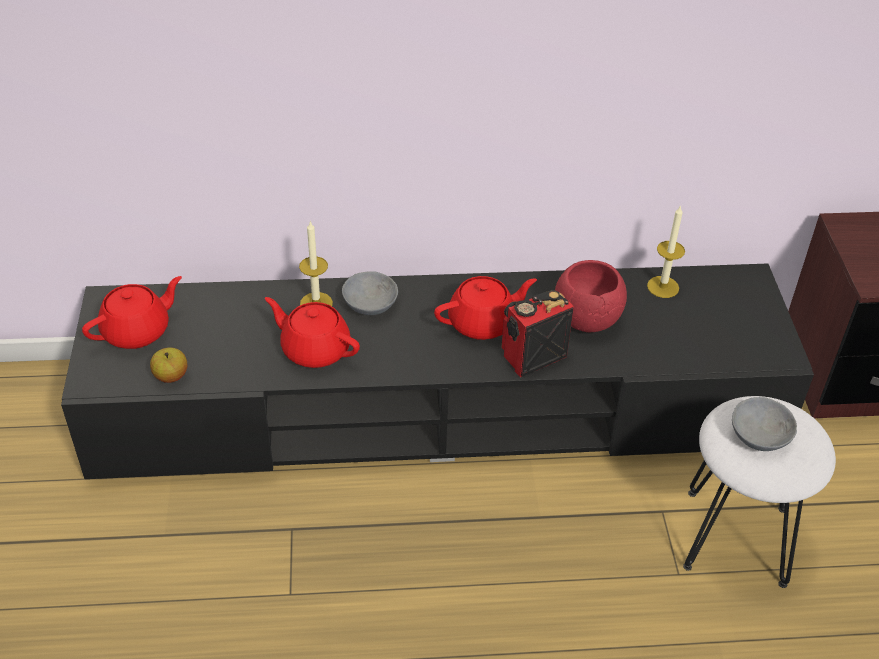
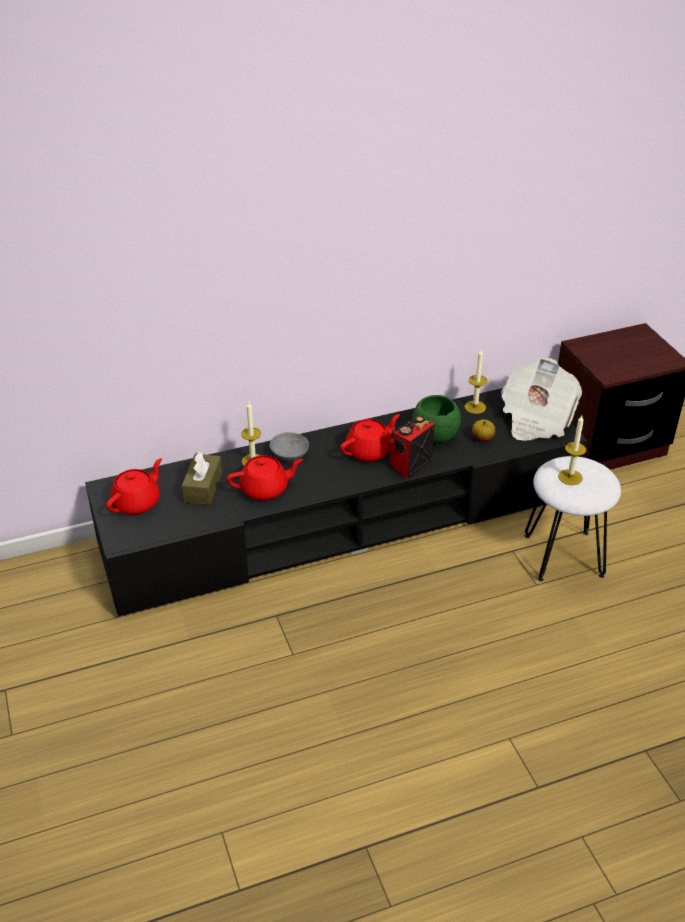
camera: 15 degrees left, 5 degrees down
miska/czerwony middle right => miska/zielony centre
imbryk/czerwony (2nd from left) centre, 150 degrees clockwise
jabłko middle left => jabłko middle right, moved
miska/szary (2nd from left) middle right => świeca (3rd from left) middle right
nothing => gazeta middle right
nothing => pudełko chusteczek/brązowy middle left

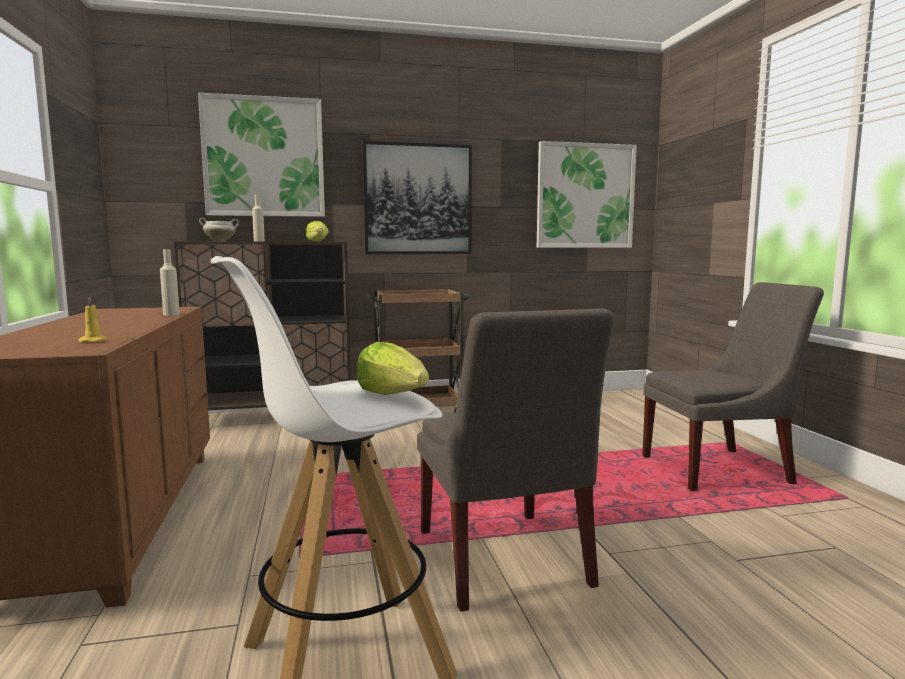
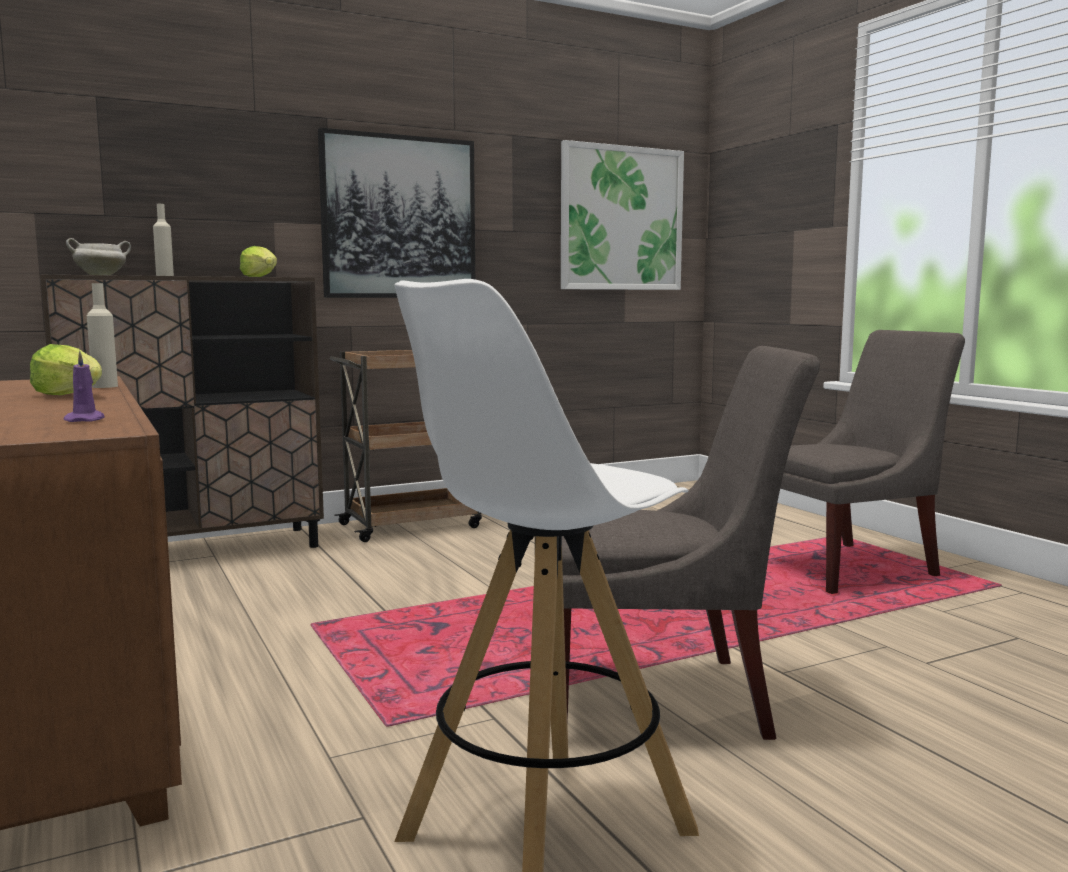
camera: 15 degrees left, 0 degrees up
obraz (1st from left) top left => nothing
świeca/żółty middle left => świeca/fioletowy middle left
krzesło/szary (1st from left) bottom centre => krzesło/szary (1st from left) centre, 60 degrees counterclockwise
sałata (2nd from left in the first image) centre => sałata (1st from left) middle left, moved

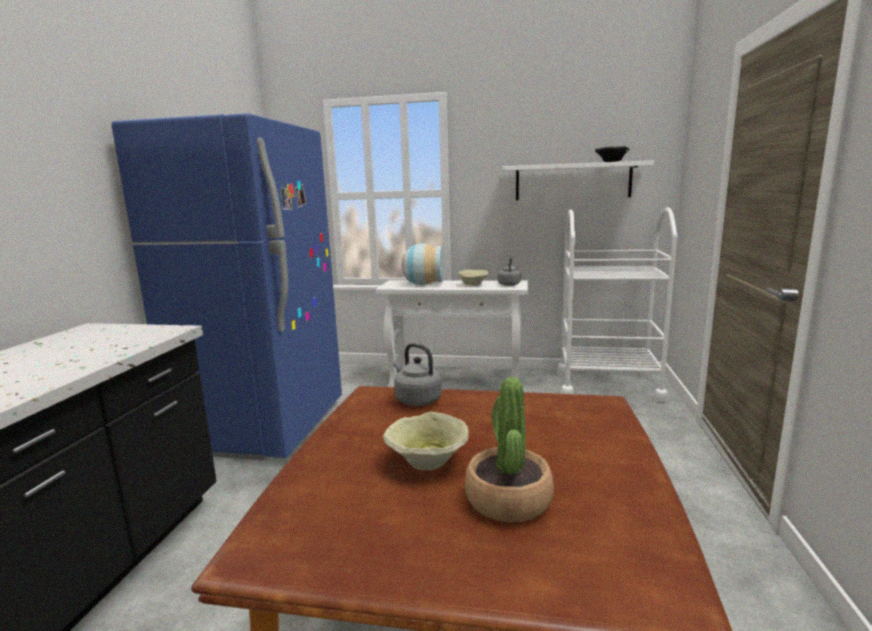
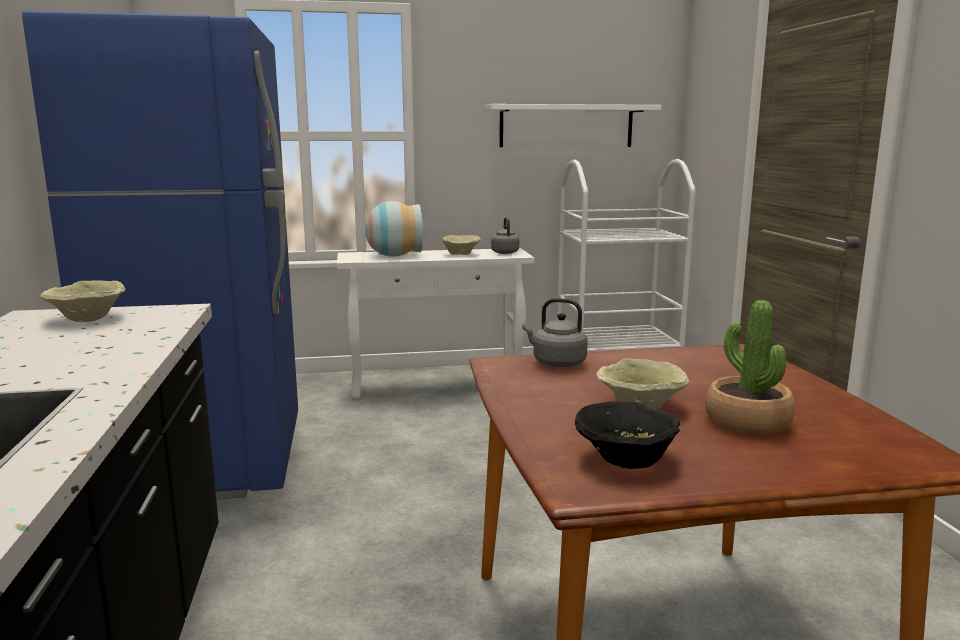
camera: 20 degrees left, 0 degrees up
miska/czarny top right => miska/czarny bottom centre, moved
nothing => miska/beżowy (1st from left) middle left

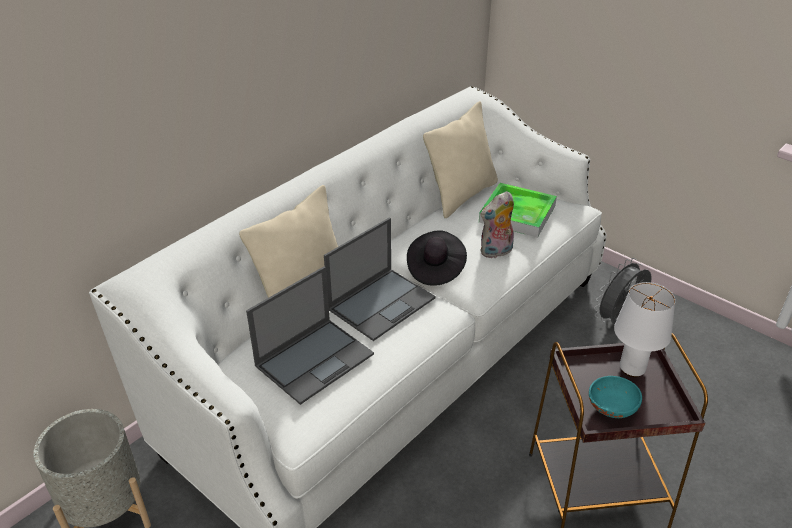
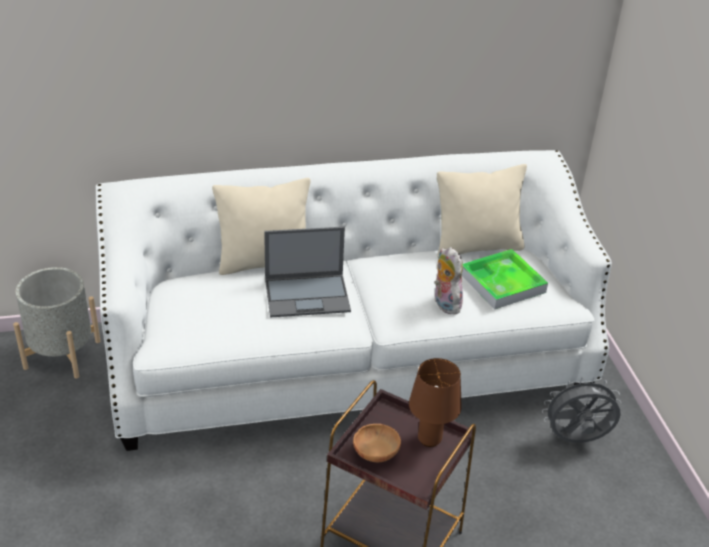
camera: 35 degrees right, 0 degrees up
pluszak centre, 60 degrees clockwise
kapelusz/czarny centre => nothing
laptop (1st from left) centre => nothing
lampa stołowa/biały middle right => lampa stołowa/brązowy bottom centre
miska/turkusowy bottom right => miska/brązowy bottom centre

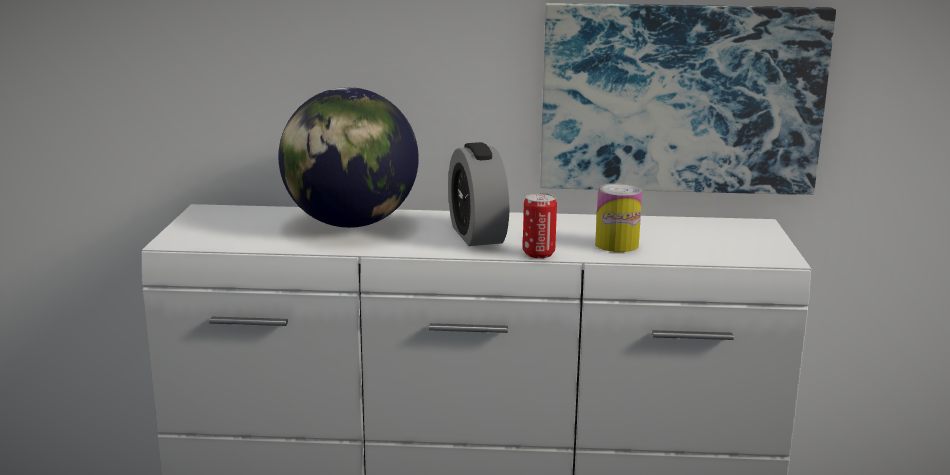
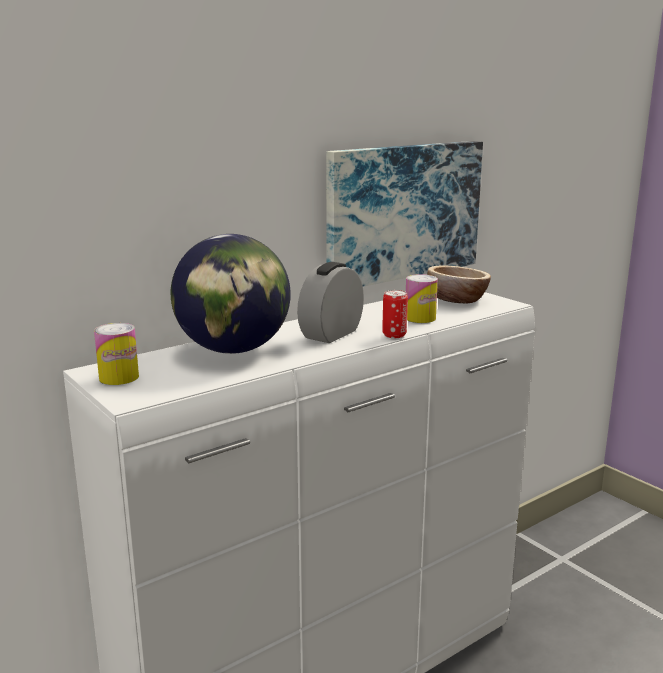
camera: 40 degrees left, 0 degrees up
budzik centre, 90 degrees clockwise
nothing => miska middle right
nothing => puszka (1st from left) middle left

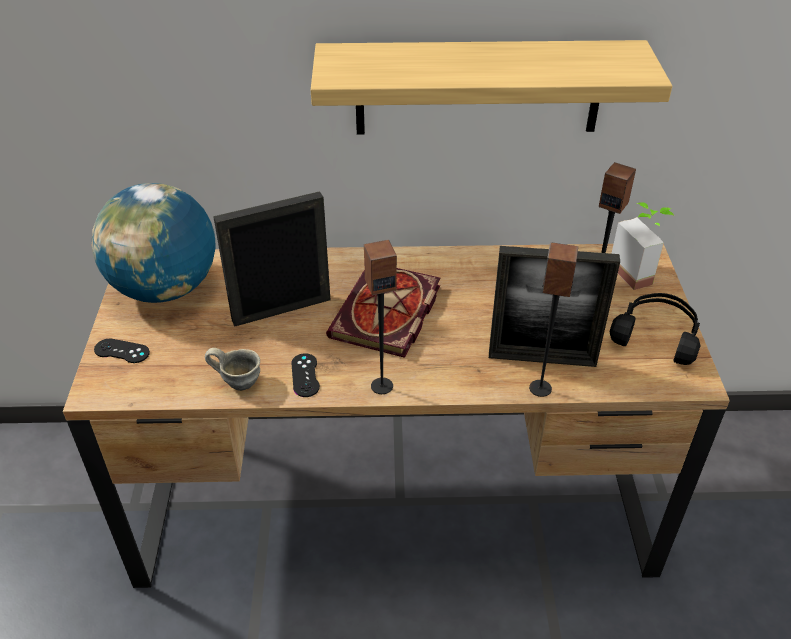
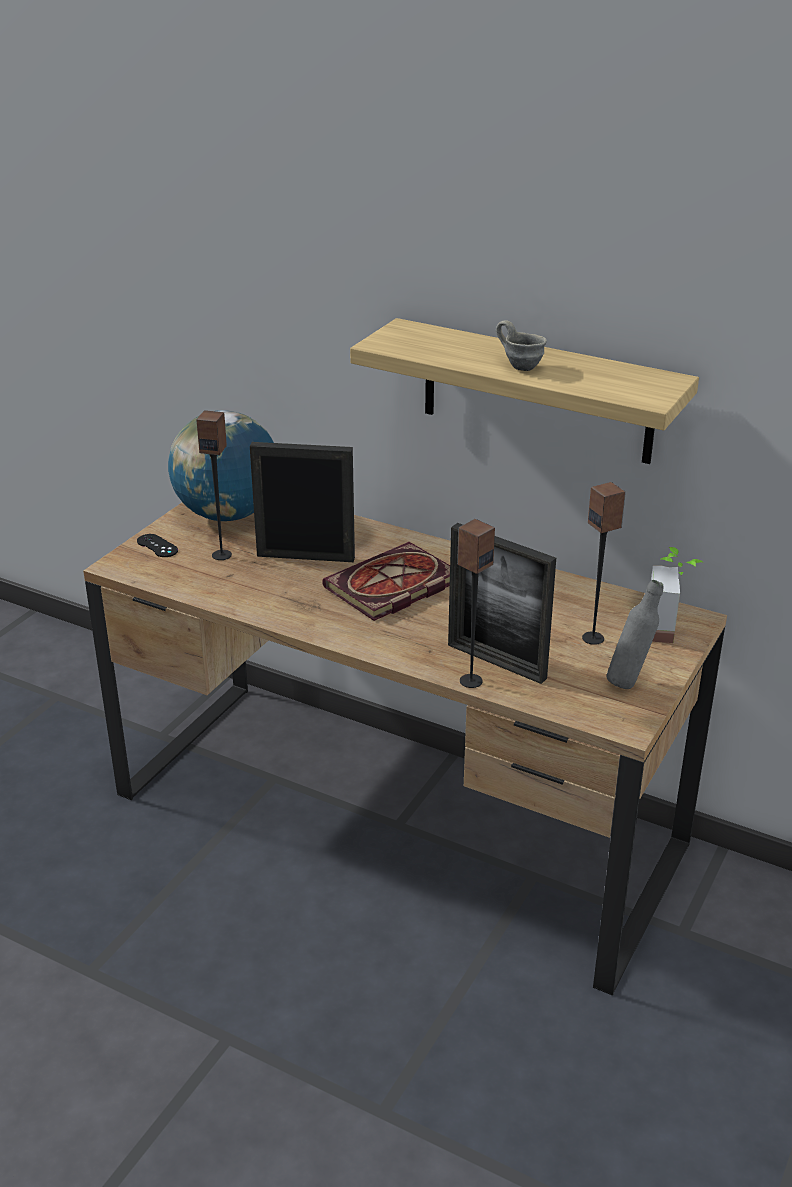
camera: 30 degrees right, 10 degrees down
głośnik (1st from left) centre => głośnik (1st from left) middle left, moved
słuchawki/czarny middle right => butelka/szary middle right
kubek/szary middle left => kubek/szary top centre, moved
pad do gier/czarny (2nd from left) centre => nothing

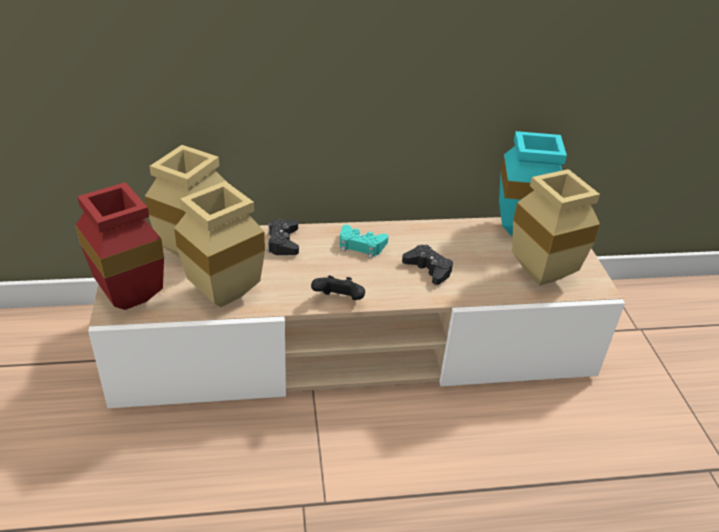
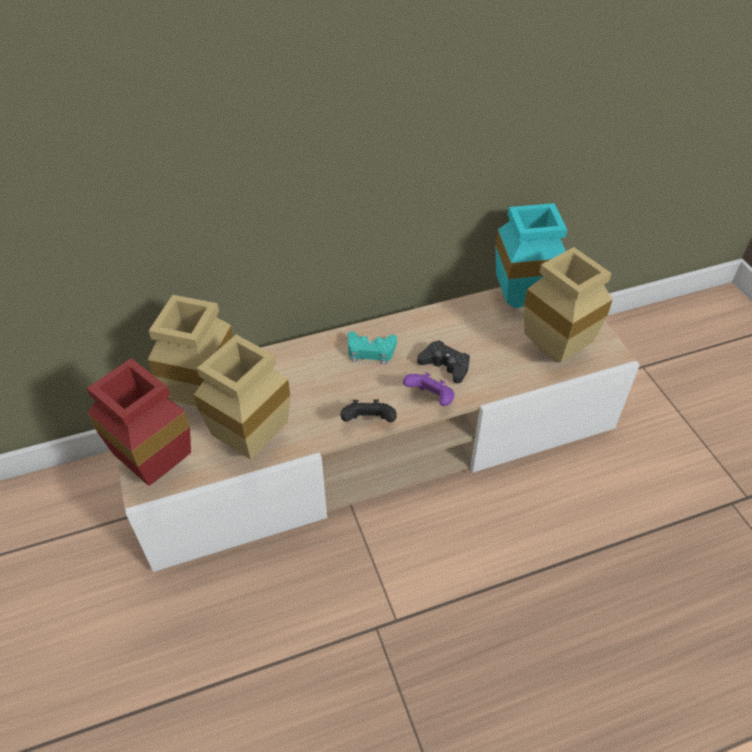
camera: 10 degrees left, 10 degrees up
pad do gier/czarny (1st from left) centre => nothing
nothing => pad do gier/fioletowy centre

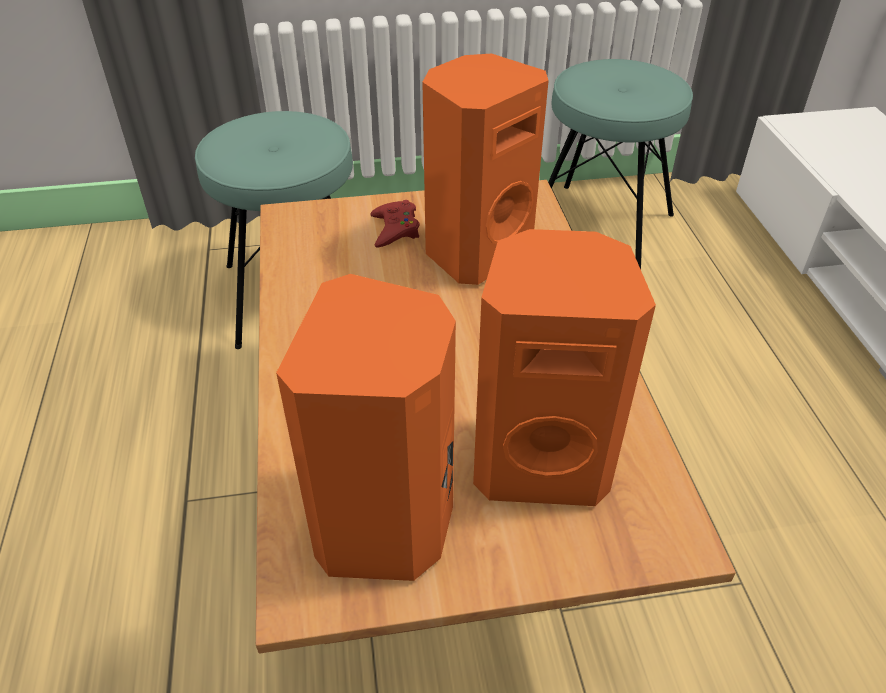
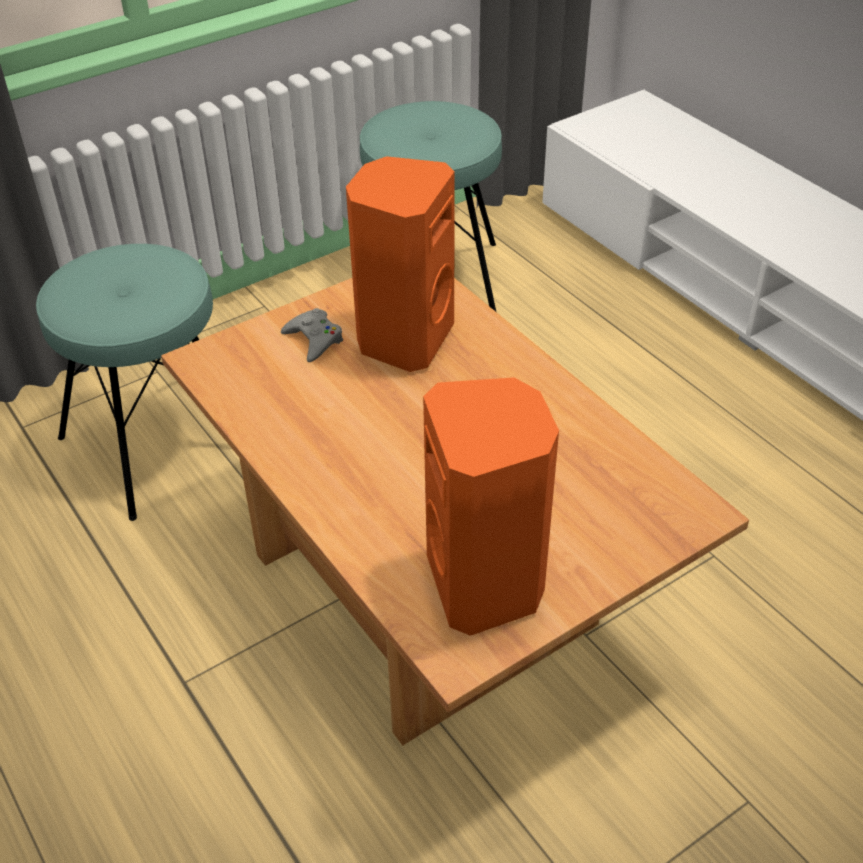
camera: 25 degrees left, 0 degrees up
pad do gier/czerwony top centre => pad do gier/szary centre
głośnik/pomarańczowy (3rd from left) centre => nothing

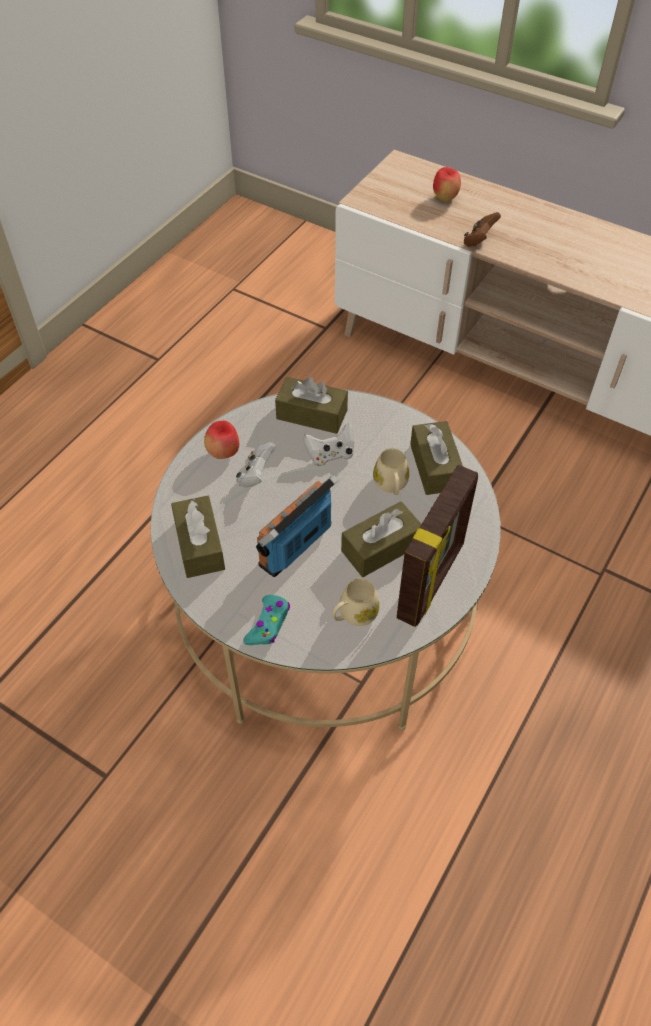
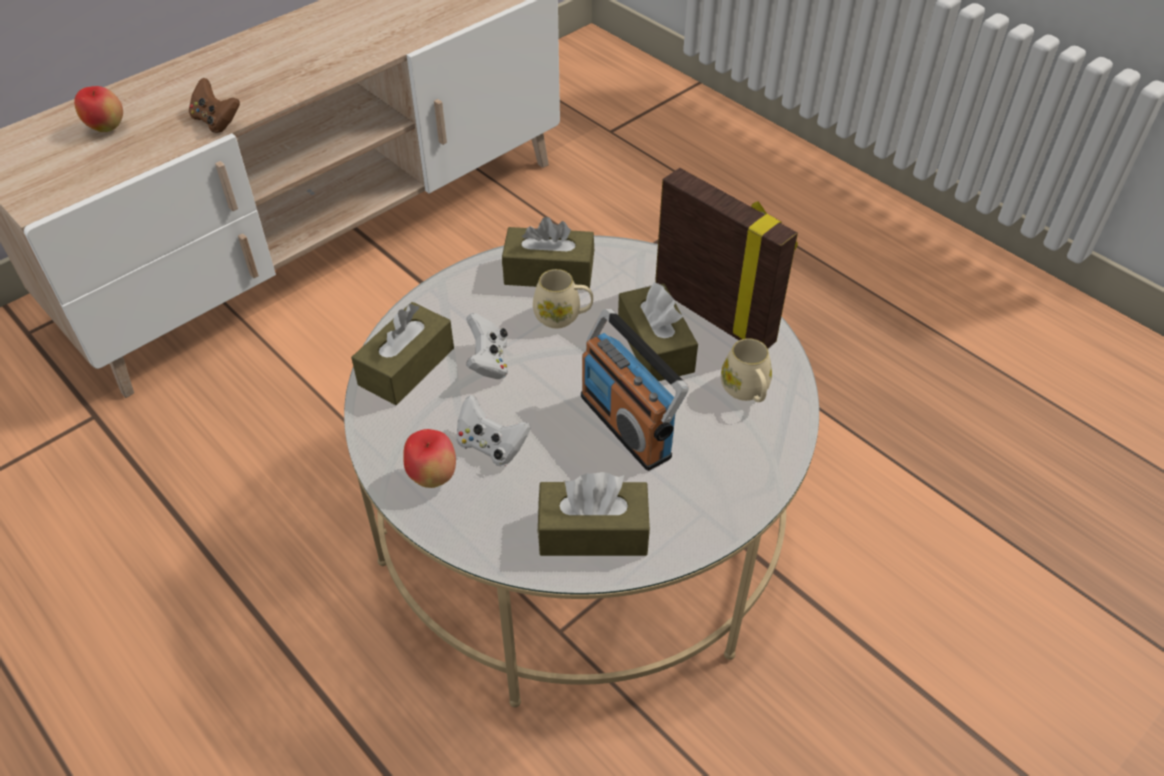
camera: 75 degrees left, 5 degrees down
pad do gier/turkusowy centre => nothing

